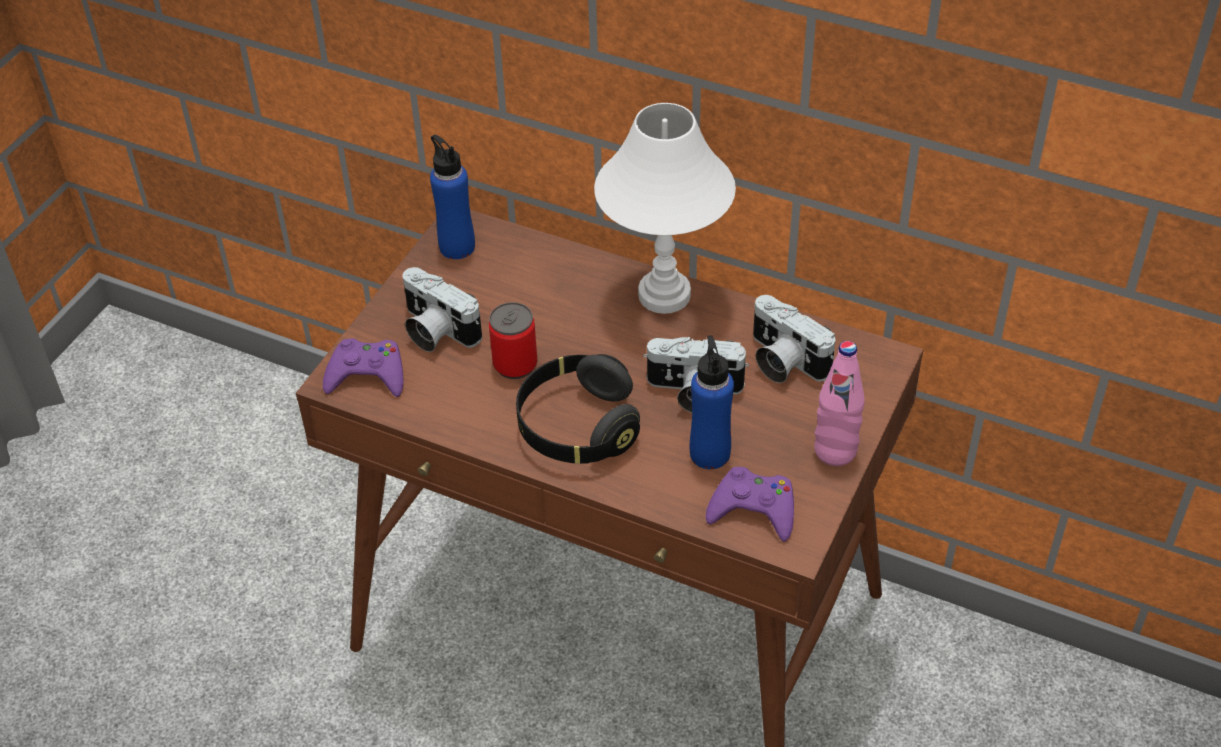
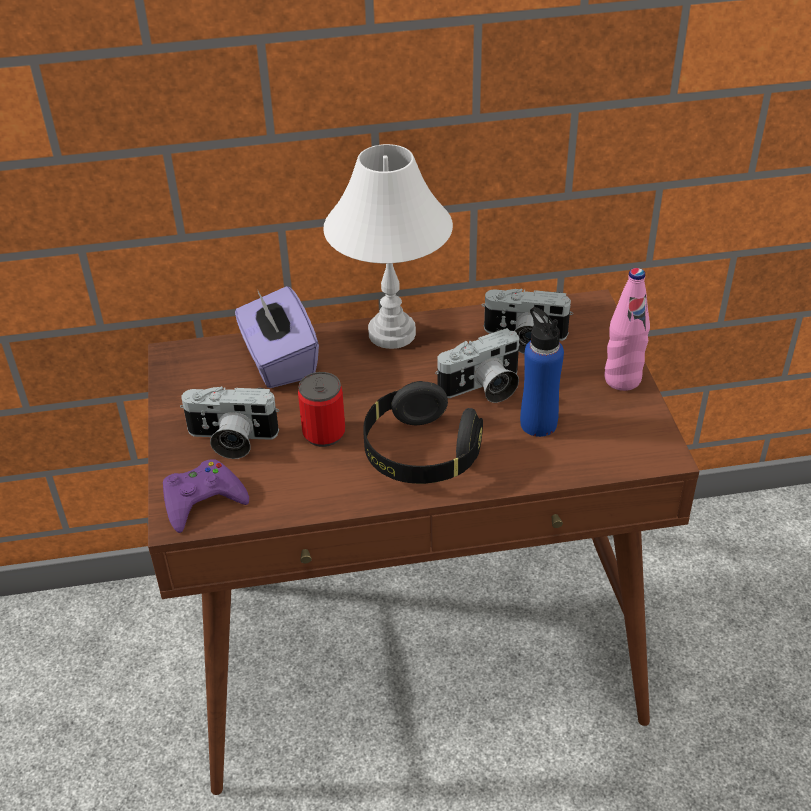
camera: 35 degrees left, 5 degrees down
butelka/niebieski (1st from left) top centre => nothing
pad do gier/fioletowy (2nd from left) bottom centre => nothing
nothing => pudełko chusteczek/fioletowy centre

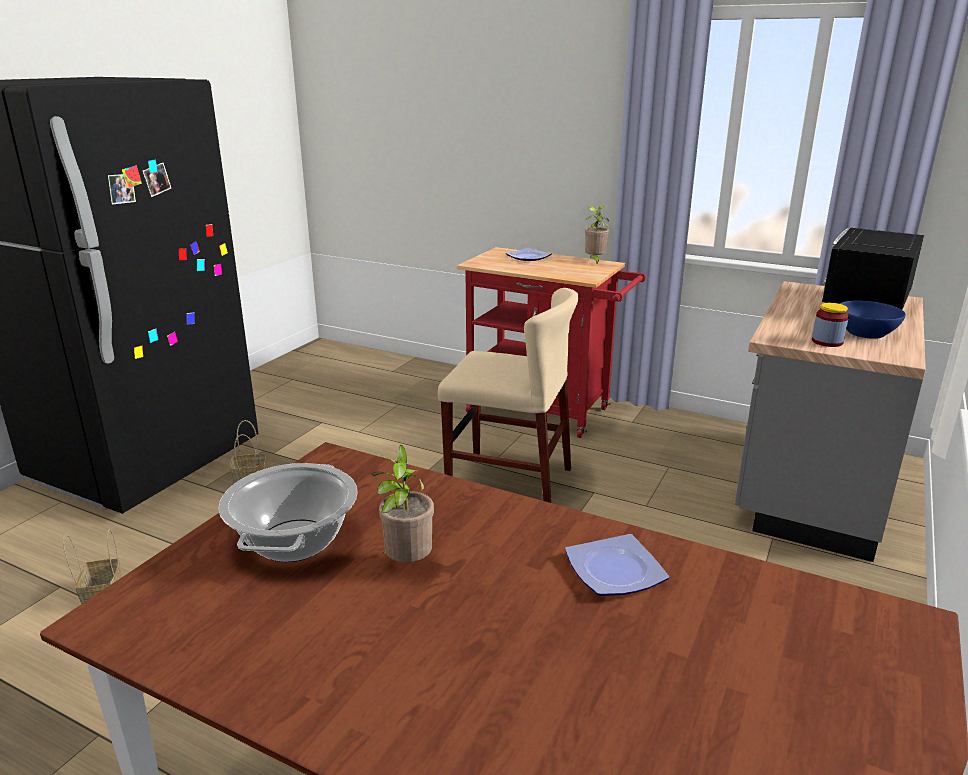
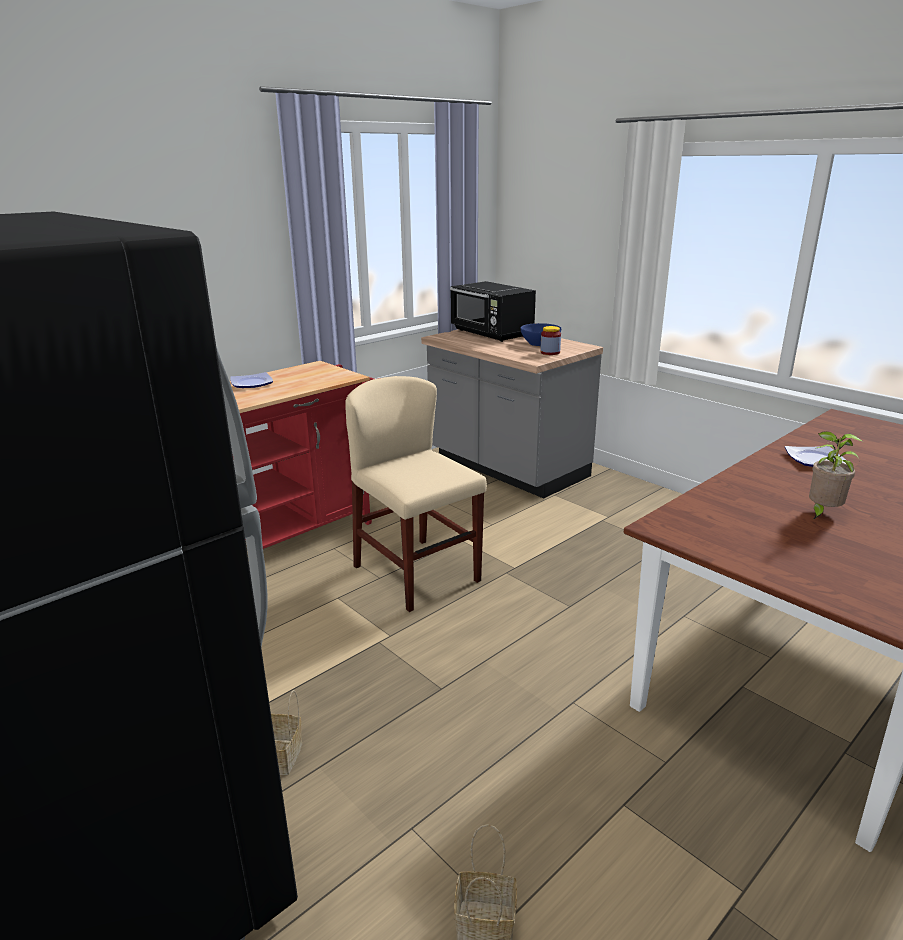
camera: 70 degrees left, 0 degrees up
roślina doniczkowa (2nd from left) top centre => nothing
krzesło/beżowy centre, 75 degrees counterclockwise
garnek middle left => nothing

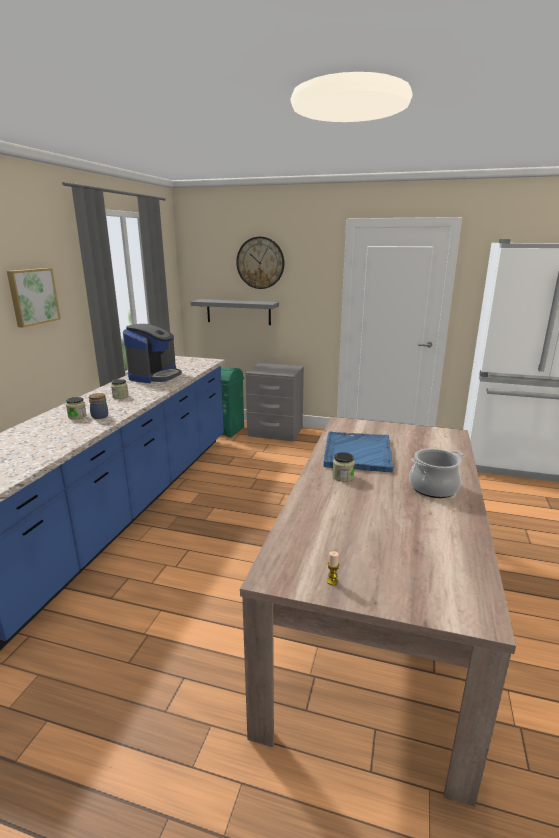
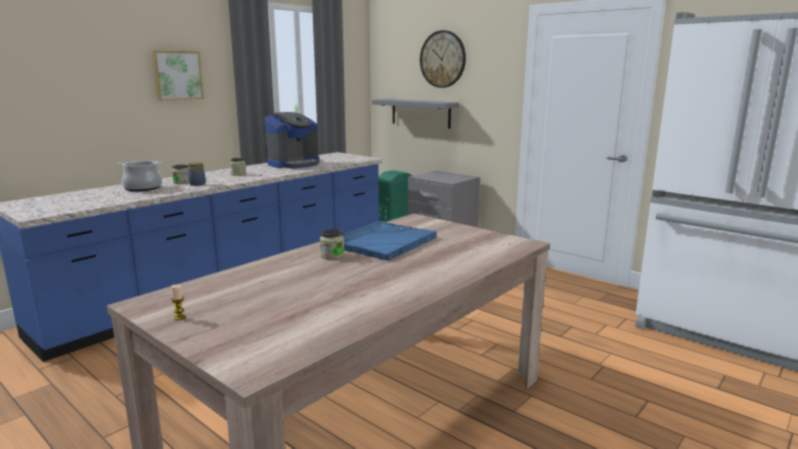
camera: 25 degrees right, 5 degrees down
garnek middle right => garnek middle left, moved

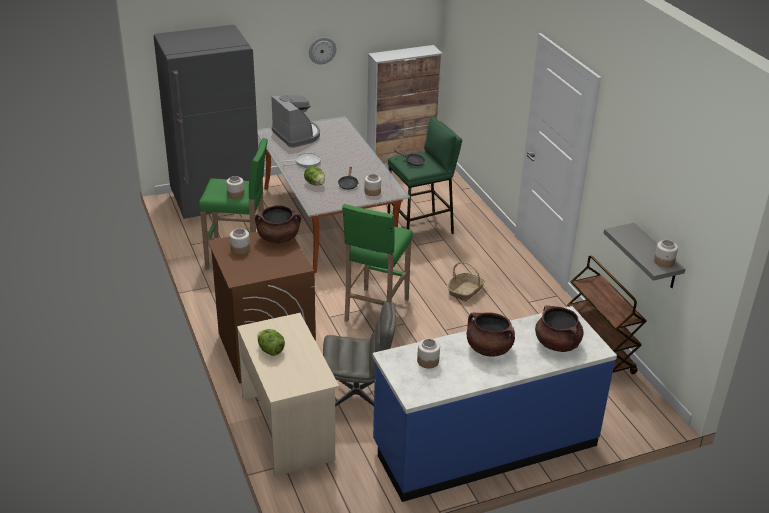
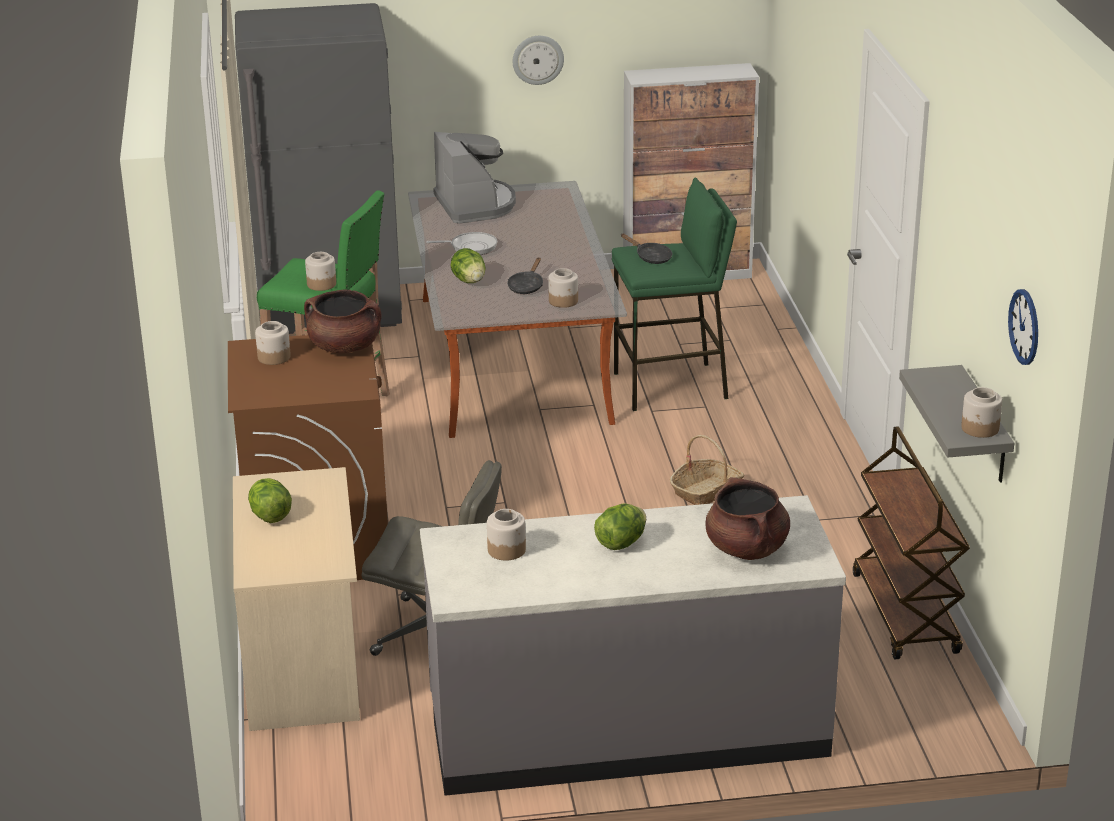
camera: 15 degrees right, 5 degrees down
stołek/zielony (2nd from left) centre => nothing
zabudowa kuchenna/niebieski bottom centre => zabudowa kuchenna/szary bottom centre
garnek/brązowy (2nd from left) centre => sałata (3rd from left) centre
nothing => zegar ścienny (2nd from left) middle right

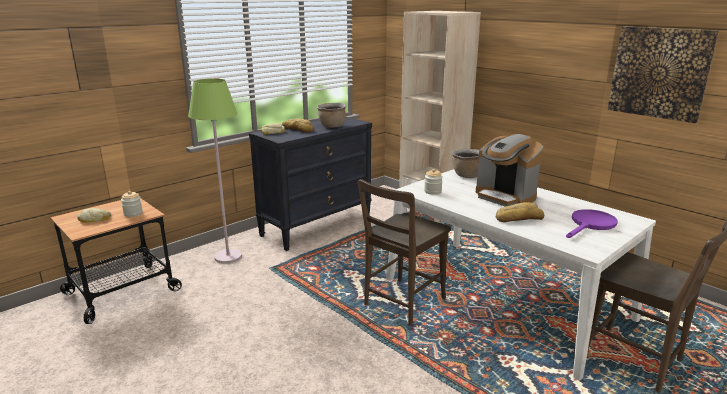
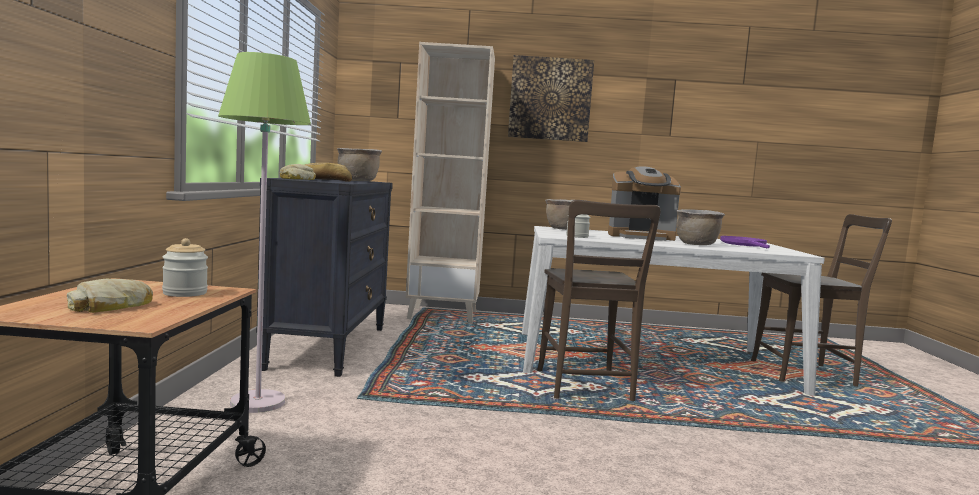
camera: 45 degrees left, 15 degrees down
obraz top right => obraz top centre, moved
chleb (4th from left) middle right => garnek/brązowy (3rd from left) middle right

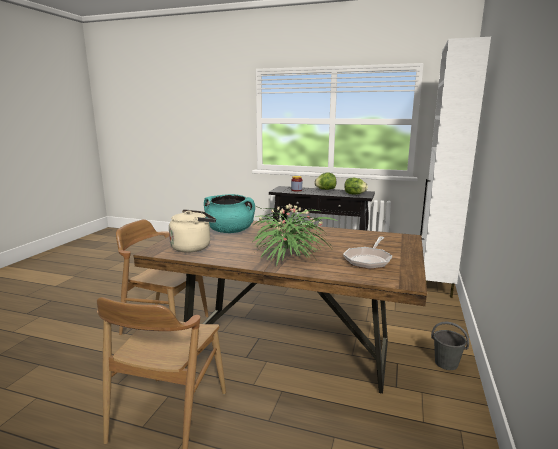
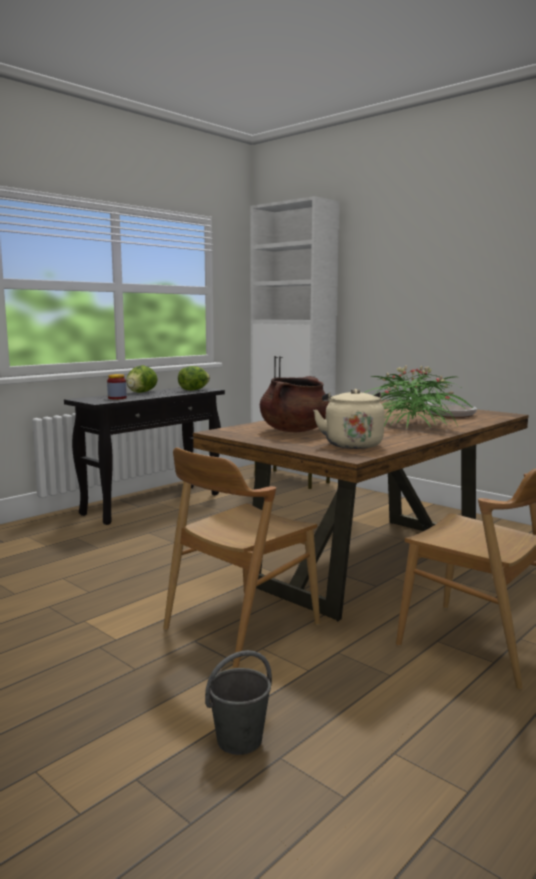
camera: 65 degrees left, 5 degrees down
garnek/turkusowy centre => garnek/brązowy centre
wiadro/szary bottom right => wiadro/szary bottom centre, moved

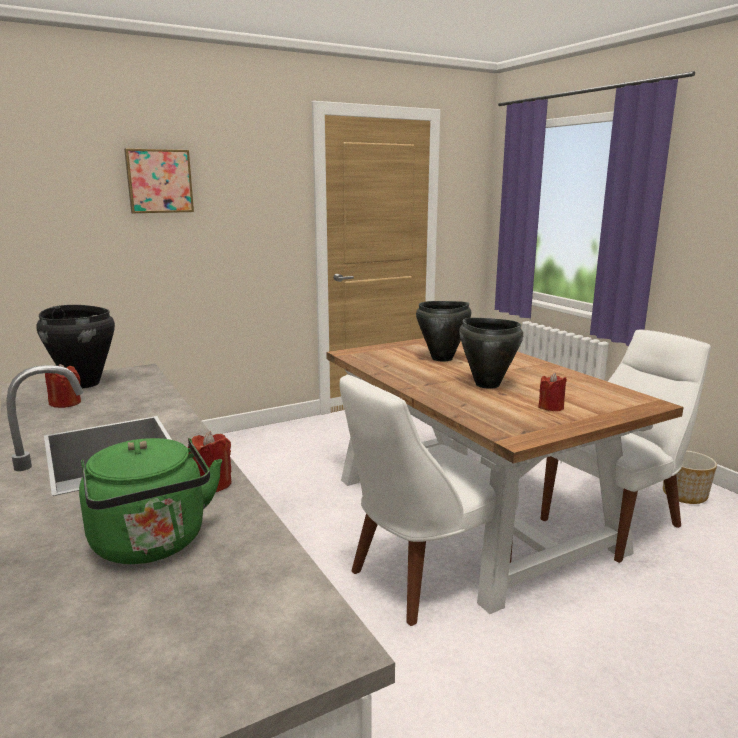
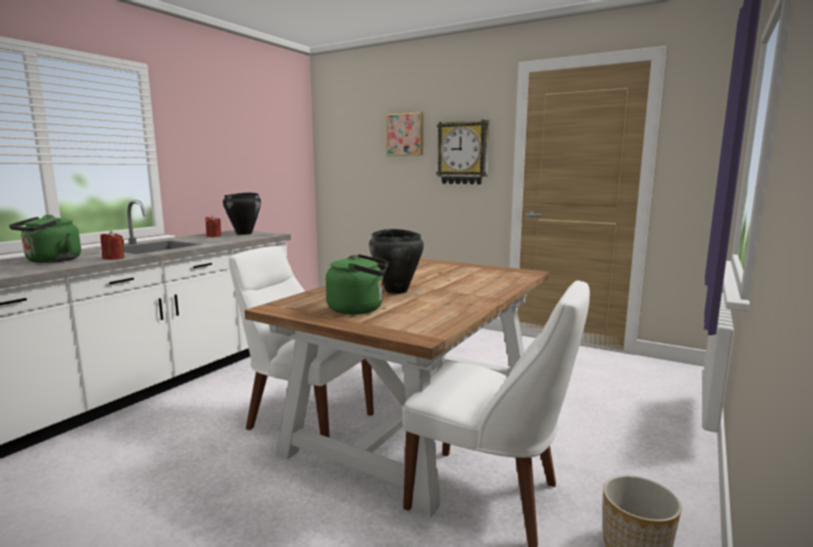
camera: 60 degrees right, 5 degrees down
garnek/czarny (2nd from left) centre => nothing
świeca/czerwony (3rd from left) middle right => czajnik/zielony (2nd from left) centre
nothing => zegar ścienny top centre

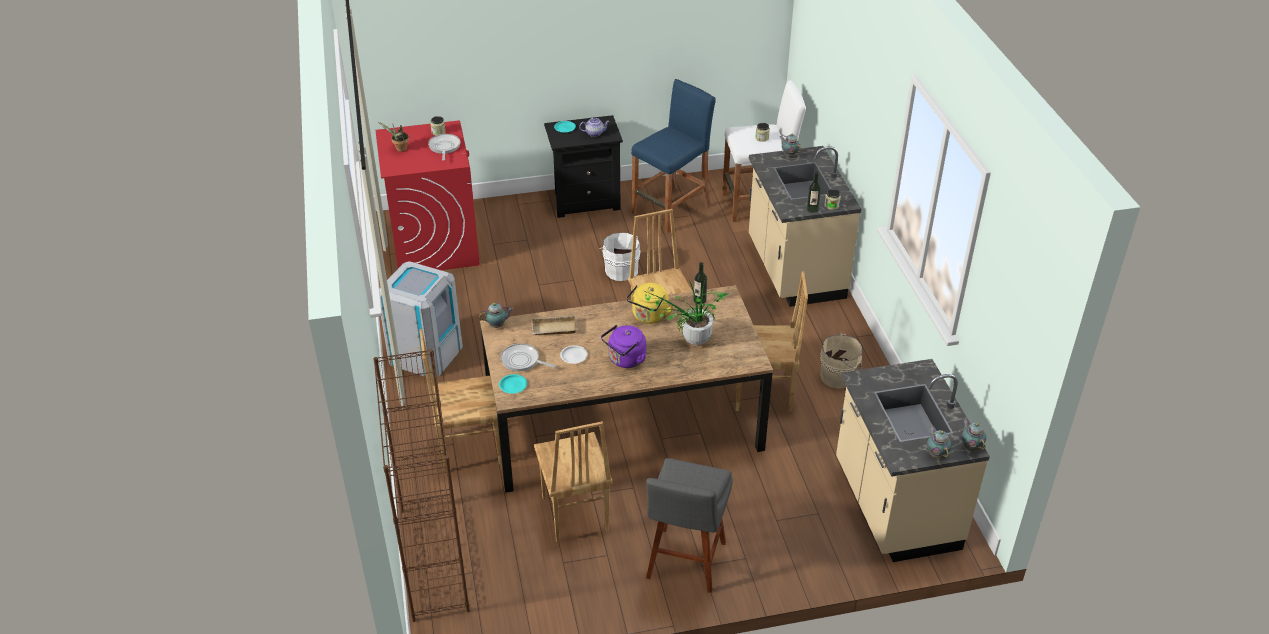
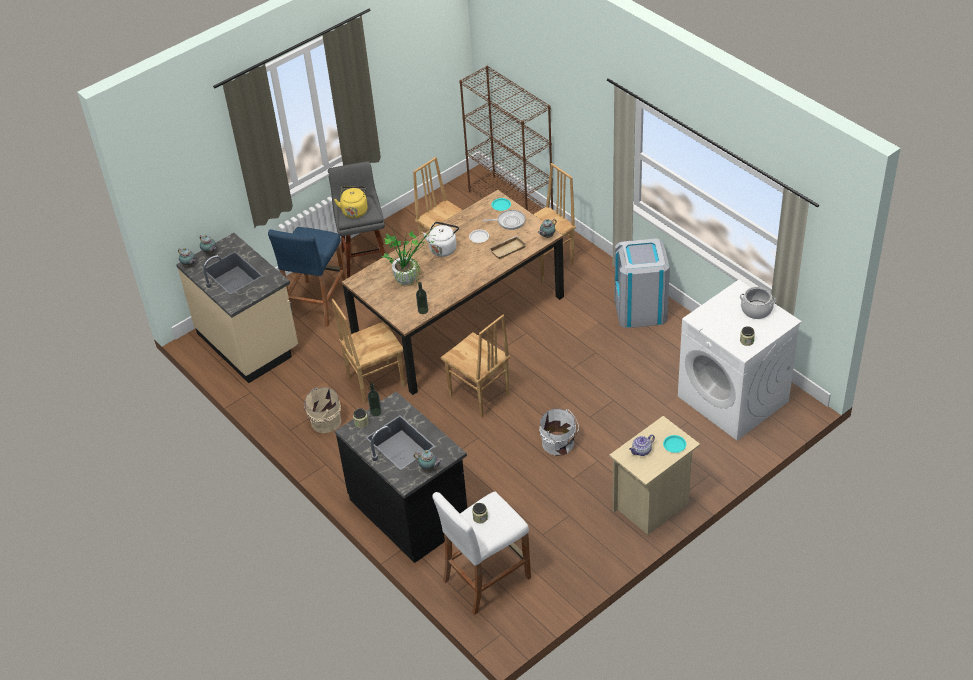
camera: 155 degrees right, 5 degrees up
stołek/niebieski top centre => stołek/niebieski middle left, moved
szafka nocna/czarny top centre => szafka nocna/beżowy bottom right
pralka/czerwony top centre => pralka/biały middle right
roślina doniczkowa (1st from left) top left => garnek middle right
patelnia (1st from left) top centre => nothing
zabudowa kuchenna/beżowy (1st from left) centre => zabudowa kuchenna/czarny bottom centre
czajnik/żółty centre => czajnik/żółty top centre, moved
czajnik/fioletowy centre => czajnik/biały centre

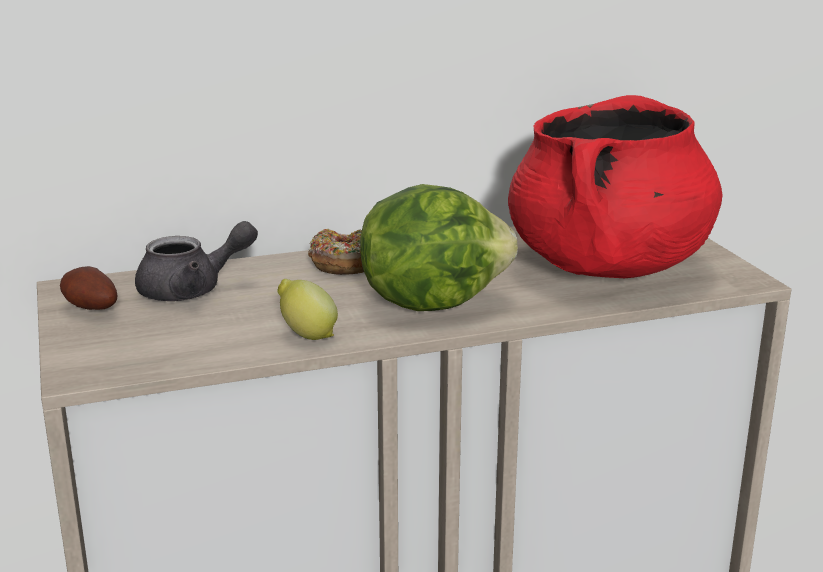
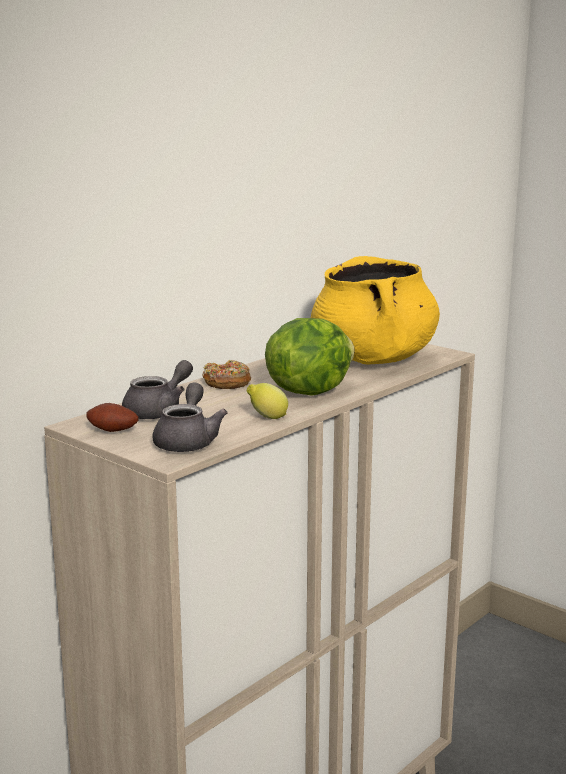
camera: 30 degrees left, 5 degrees down
garnek/czerwony top right => garnek/żółty centre
nothing => imbryk/szary (2nd from left) centre

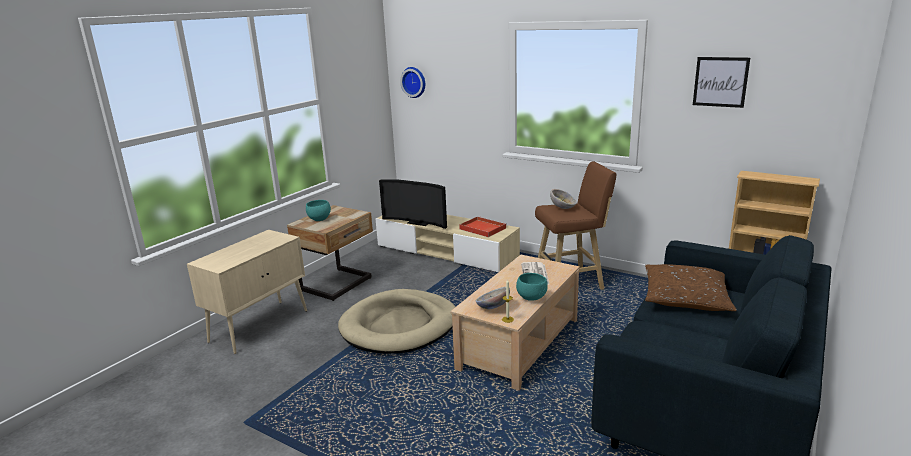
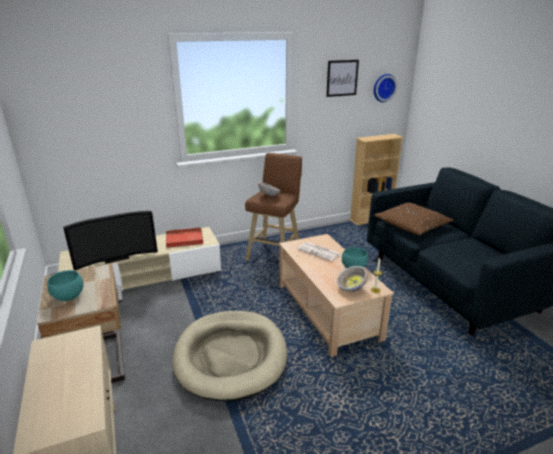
camera: 55 degrees left, 5 degrees up
zegar ścienny top centre => zegar ścienny top right, moved

